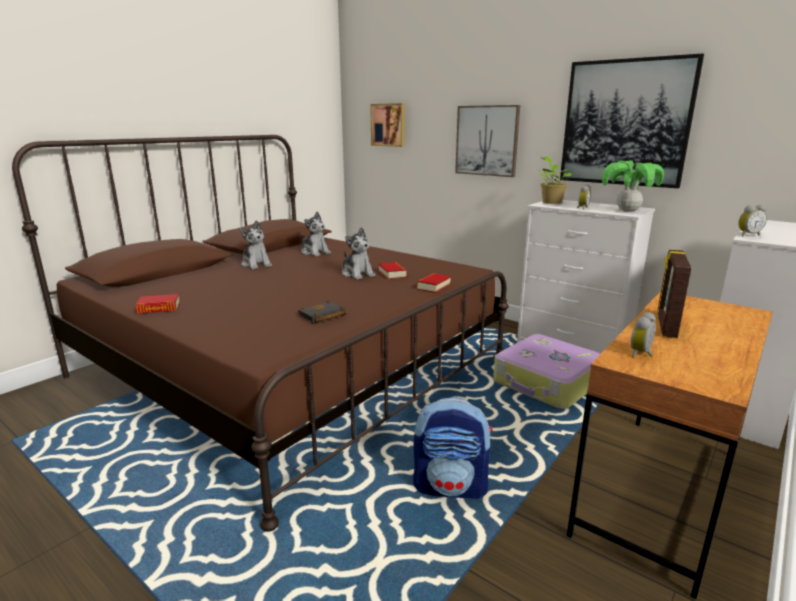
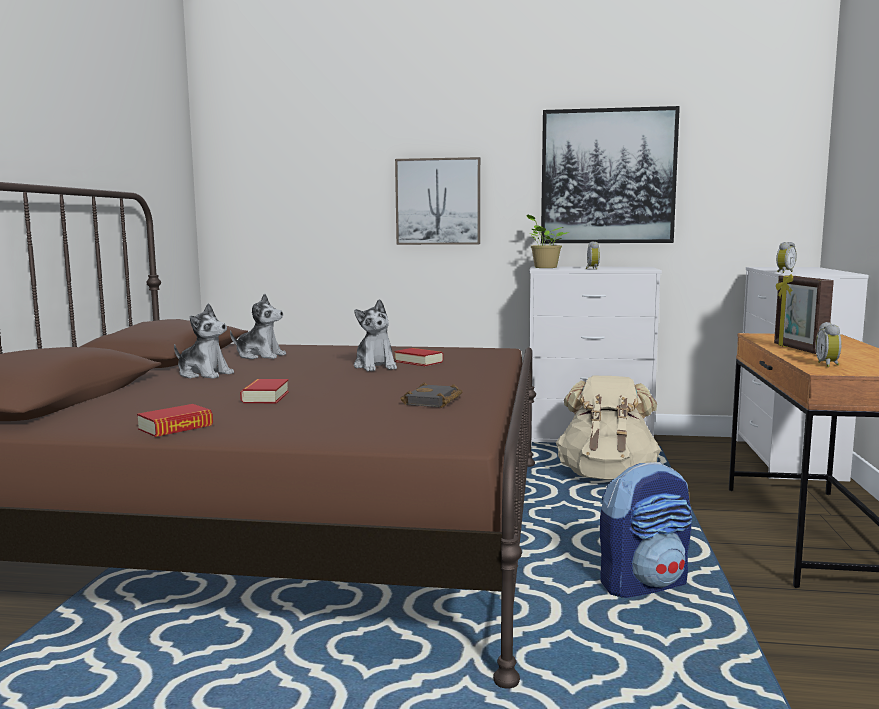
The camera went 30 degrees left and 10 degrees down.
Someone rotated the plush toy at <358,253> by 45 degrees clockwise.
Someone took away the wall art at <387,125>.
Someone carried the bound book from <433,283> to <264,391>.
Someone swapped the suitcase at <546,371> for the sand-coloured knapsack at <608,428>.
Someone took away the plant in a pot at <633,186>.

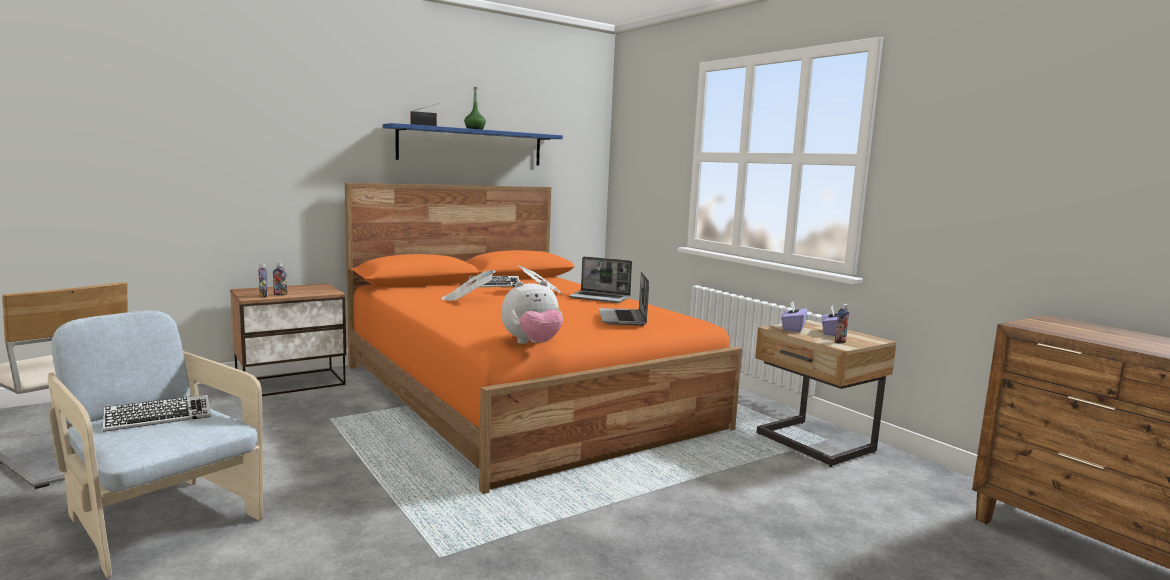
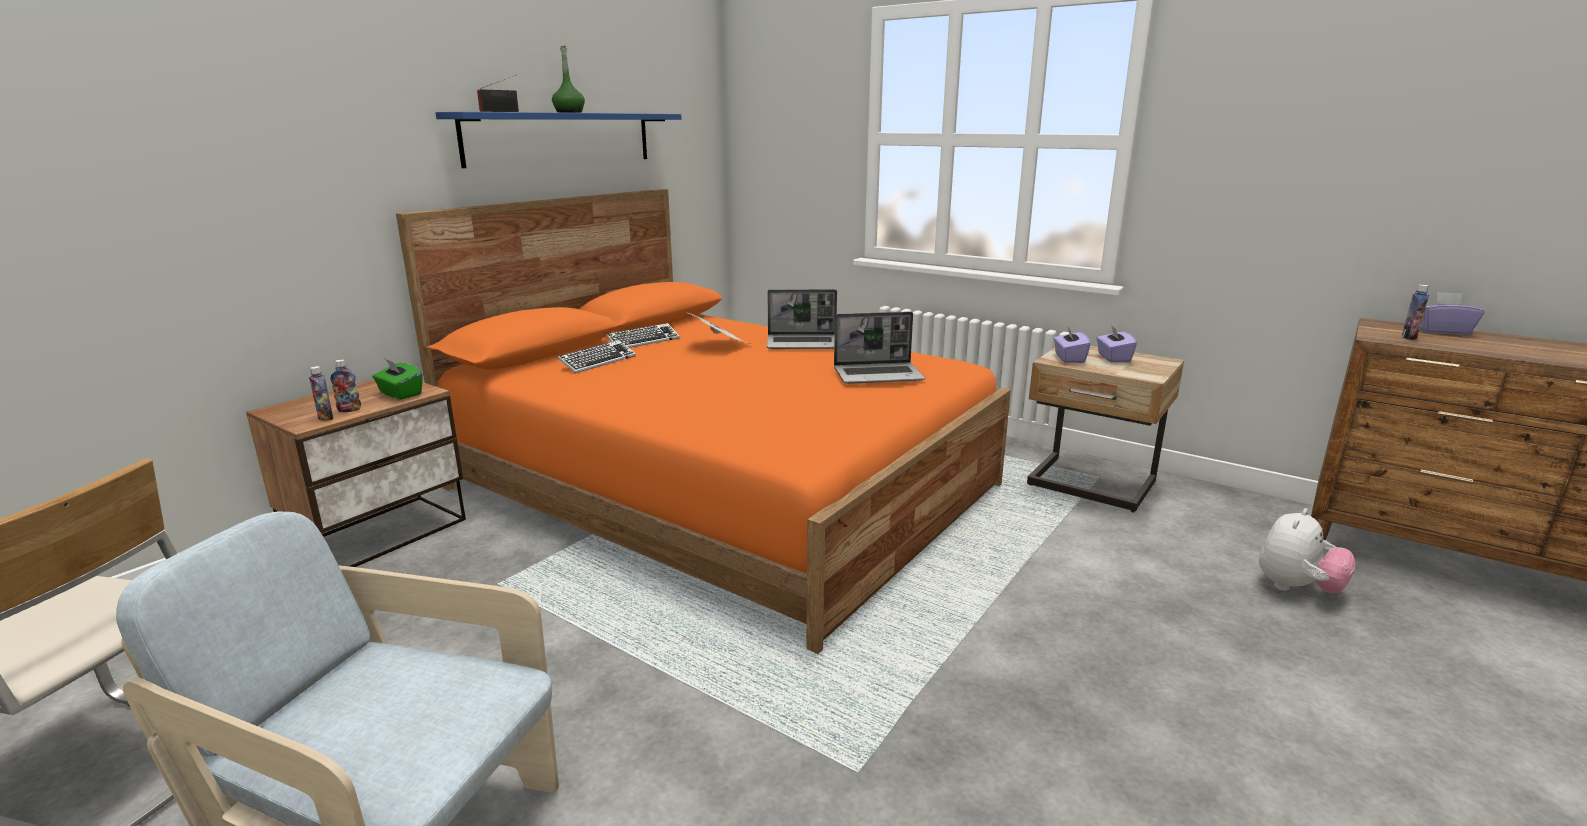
The camera went 20 degrees left and 10 degrees up.
Someone carried the computer keyboard from <157,413> to <597,357>.
Someone took away the newspaper at <468,285>.
Someone carried the plush toy from <532,312> to <1307,551>.
Someone rotated the notebook computer at <624,298> by 75 degrees counterclockwise.
Someone carried the beverage bottle from <842,323> to <1415,312>.
Someone put down the green-coloured box of tissues at <397,379>.
Someone put down the purple box of tissues at <1452,313>.

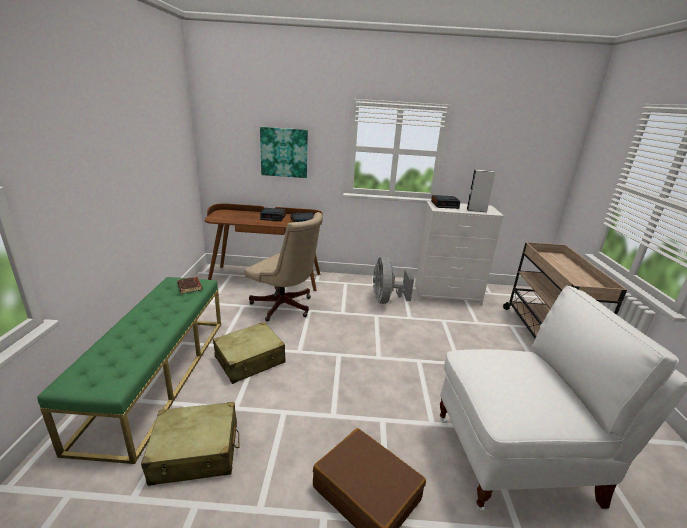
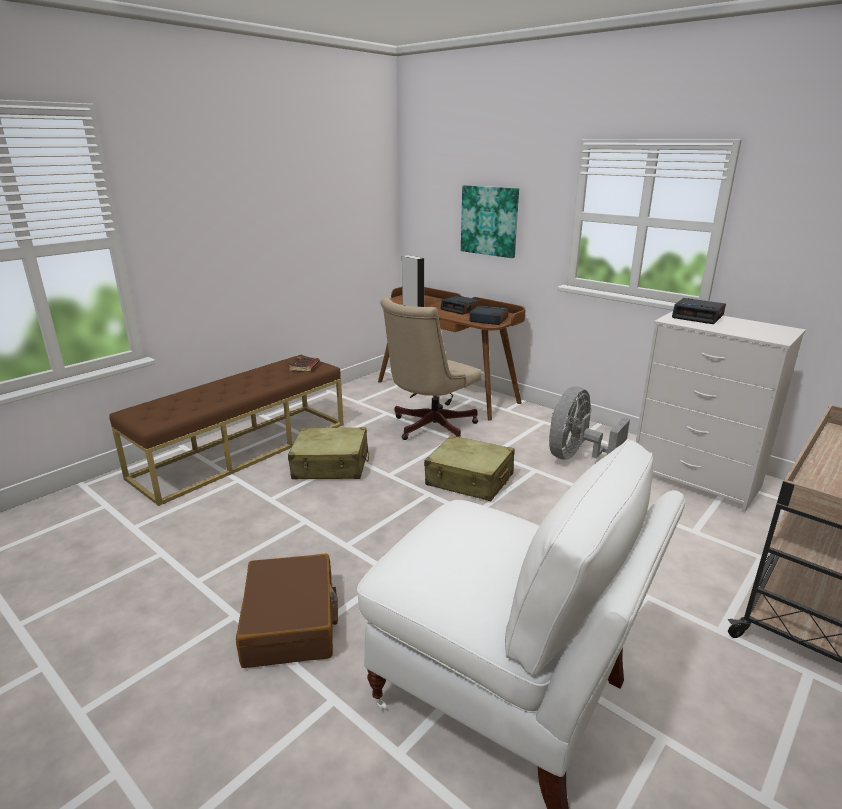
The camera went 40 degrees right and 0 degrees up.
Someone repainted the green-coloured long seat at <129,370>, which became the brownish long seat at <226,430>.
Someone carried the sand-coloured suitcase from <190,444> to <469,468>.
Someone rotated the sand-coloured office chair at <283,267> by 60 degrees clockwise.
Someone carried the gray audio speaker from <481,190> to <413,281>.

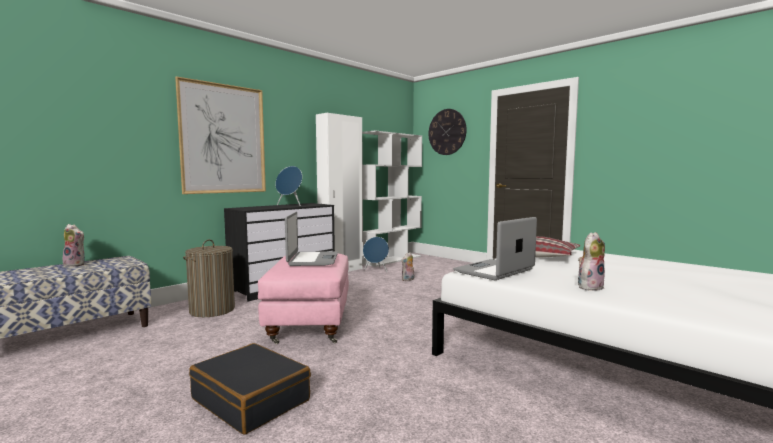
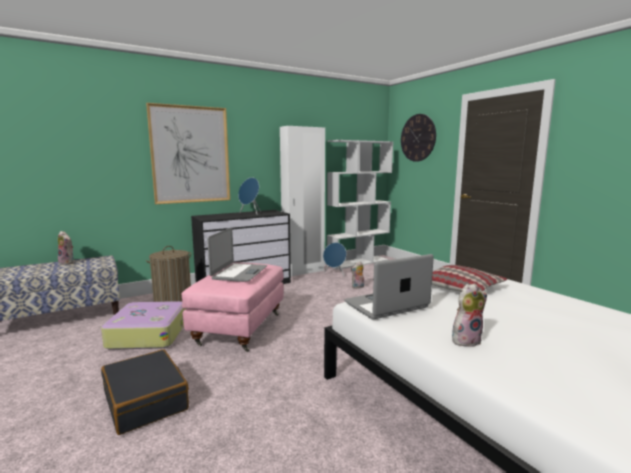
The camera went 15 degrees right and 5 degrees up.
Someone put down the suitcase at <143,325>.

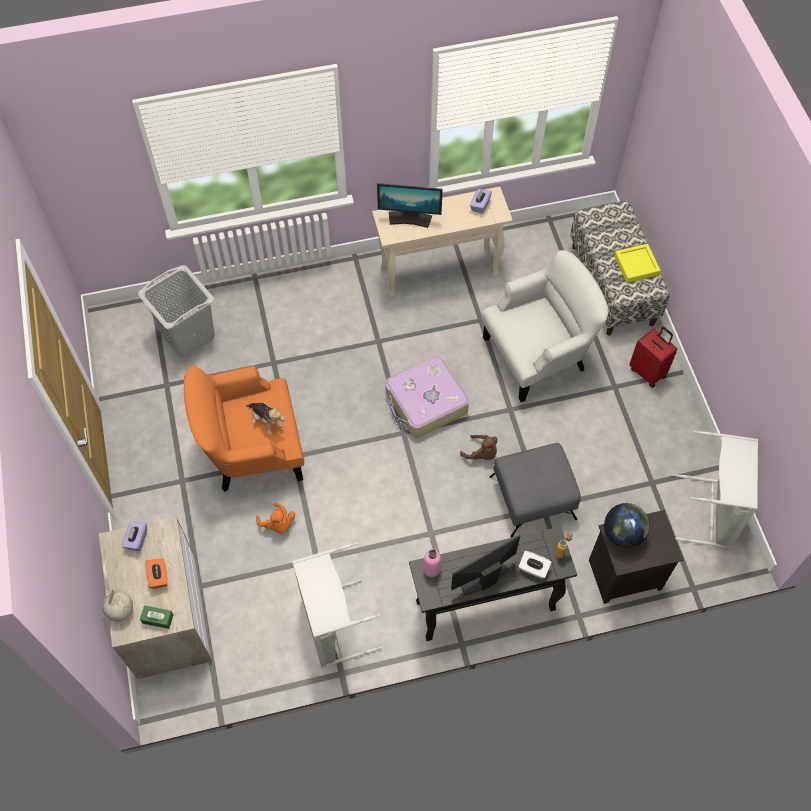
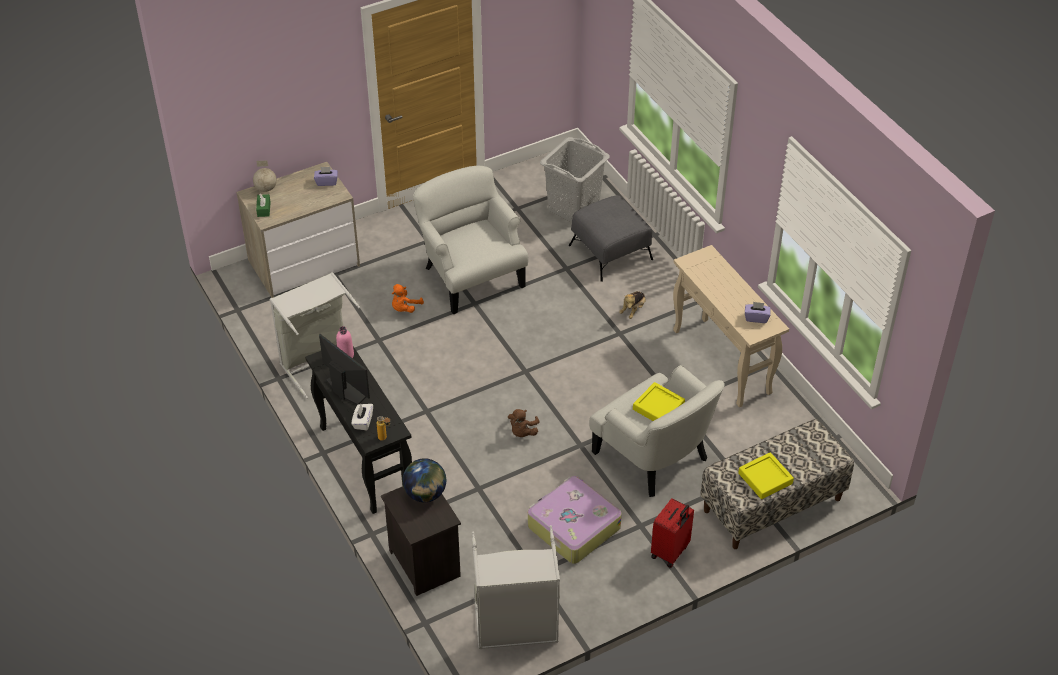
The camera went 75 degrees right and 15 degrees down.
Someone took away the orangey box of tissues at <157,573>.
Someone repainted the orangey lounge chair at <244,428>, which became the white-coloured lounge chair at <470,240>.
Someone carried the plush toy from <265,419> to <632,305>.
Someone took away the computer screen at <410,205>.
Someone carried the suitcase from <427,397> to <575,520>.
Someone carried the gray pouffe from <535,490> to <611,238>.
Someone put down the yellowish tray at <659,401>.

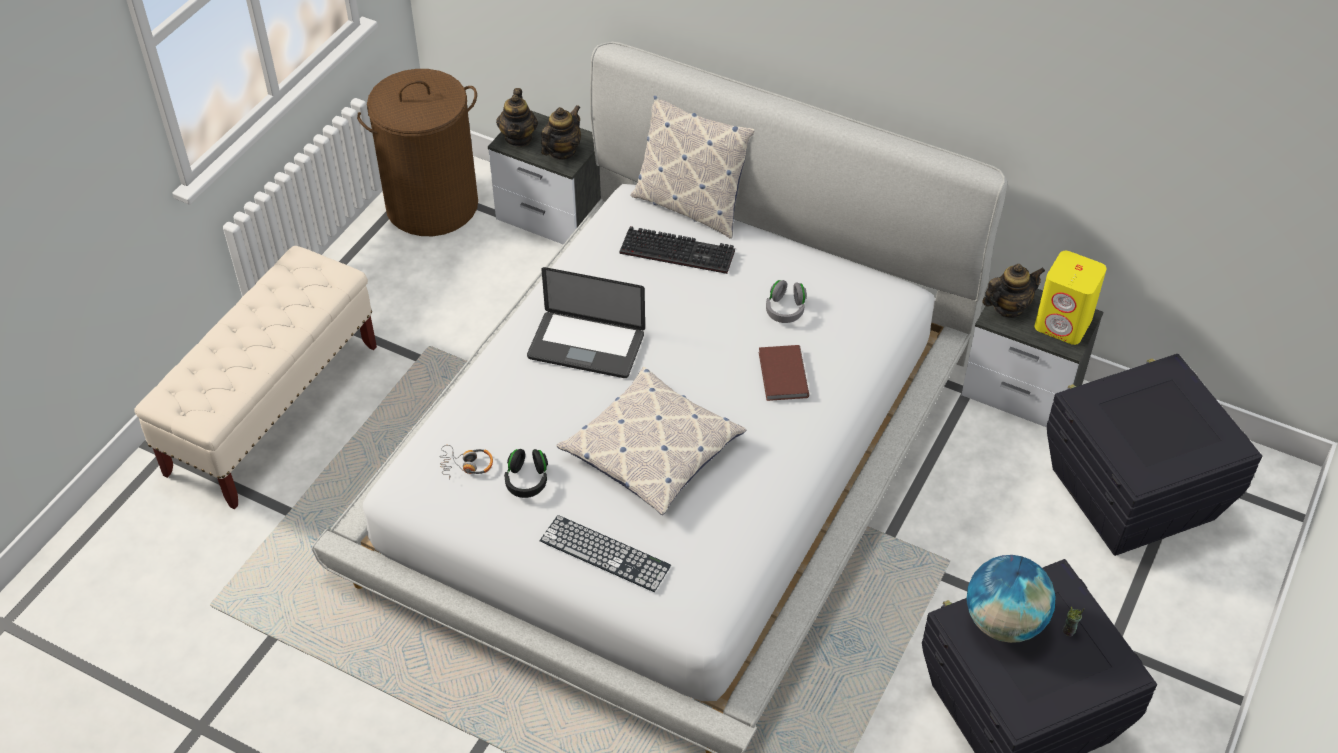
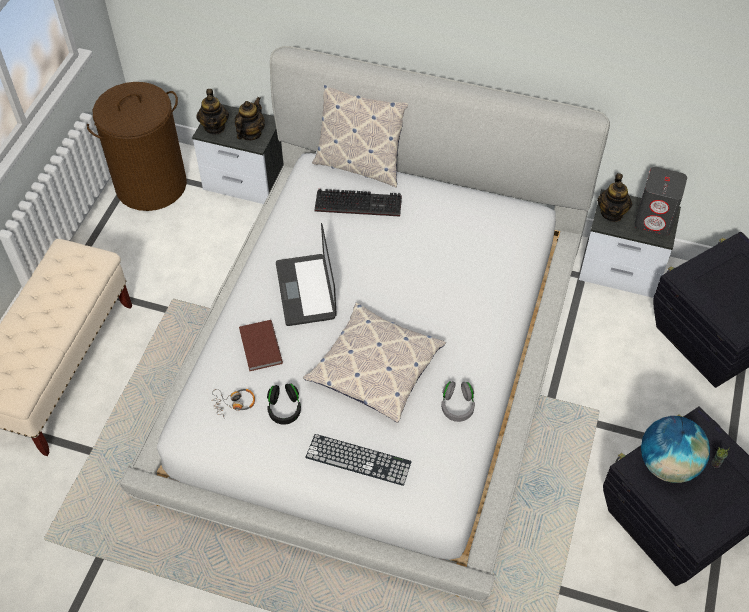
The camera went 10 degrees left and 5 degrees up.
Someone rotated the notebook computer at <586,322> by 75 degrees clockwise.
Someone carried the brownish bound book from <783,373> to <261,345>.
Someone carried the gray headset from <786,301> to <458,401>.
Someone rotated the pot for tea at <1013,291> by 135 degrees clockwise.
Someone repainted the yellowish audio speaker at <1070,298>, which became the gray audio speaker at <660,201>.

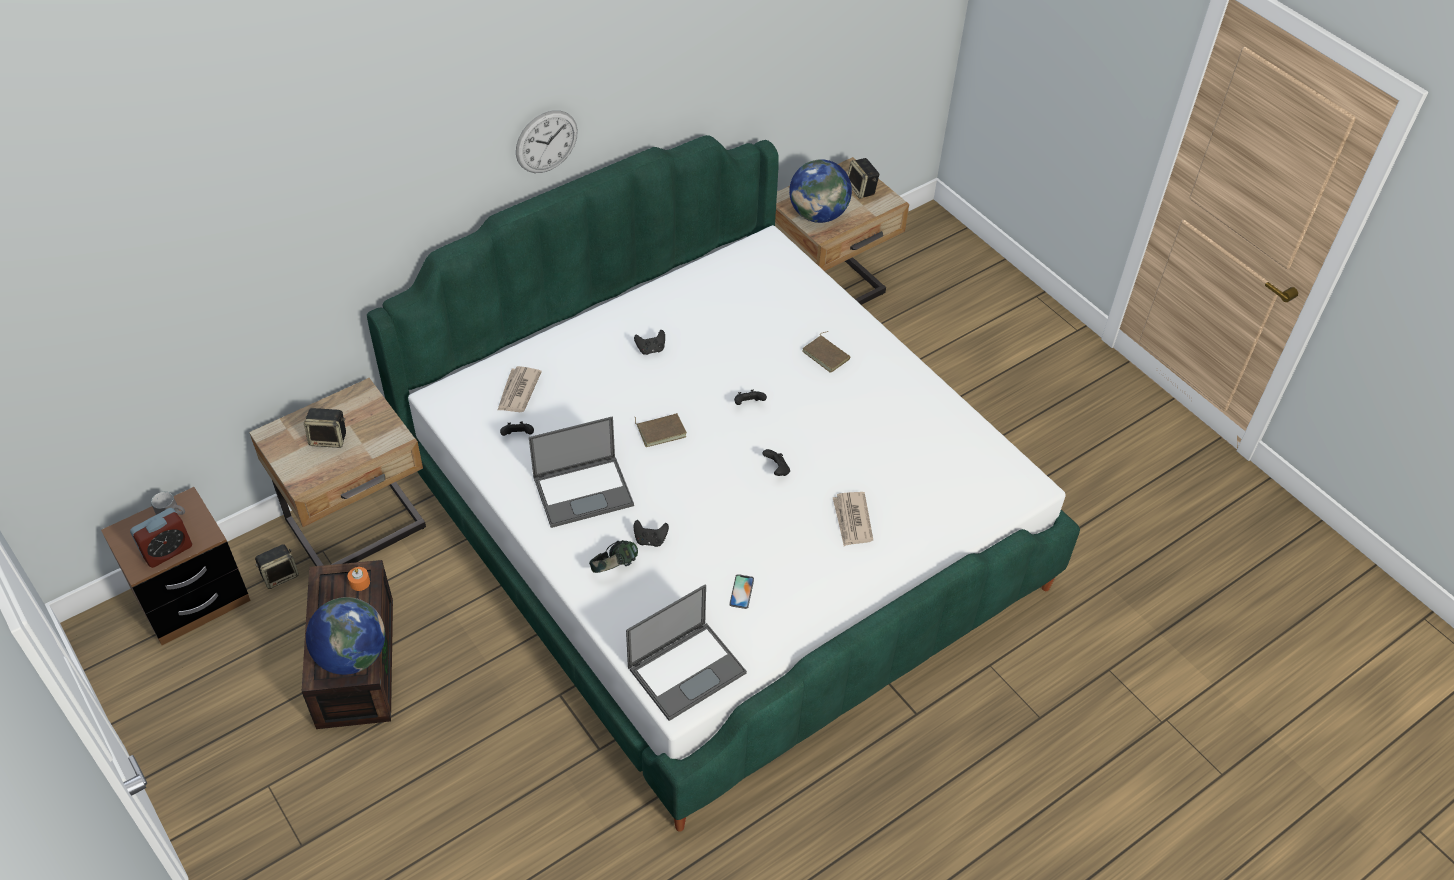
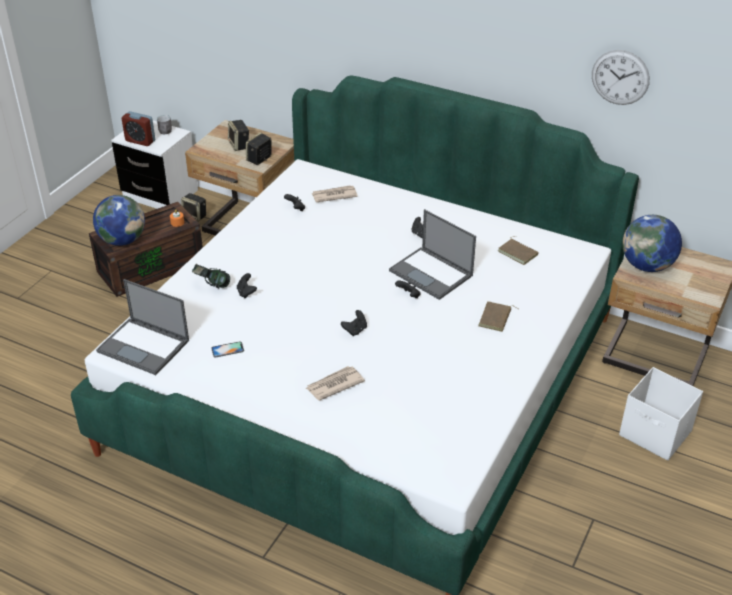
The camera went 65 degrees right and 10 degrees down.
Someone repainted the brownish night table at <176,566>, which became the white-coloured night table at <154,165>.
Someone carried the hanging clock from <547,141> to <621,77>.
Someone carried the notebook computer from <581,472> to <432,254>.
Someone carried the brownish bound book from <661,430> to <518,250>.
Someone carried the audio speaker from <863,178> to <259,148>.
Someone put down the white-coloured storage box at <661,414>.

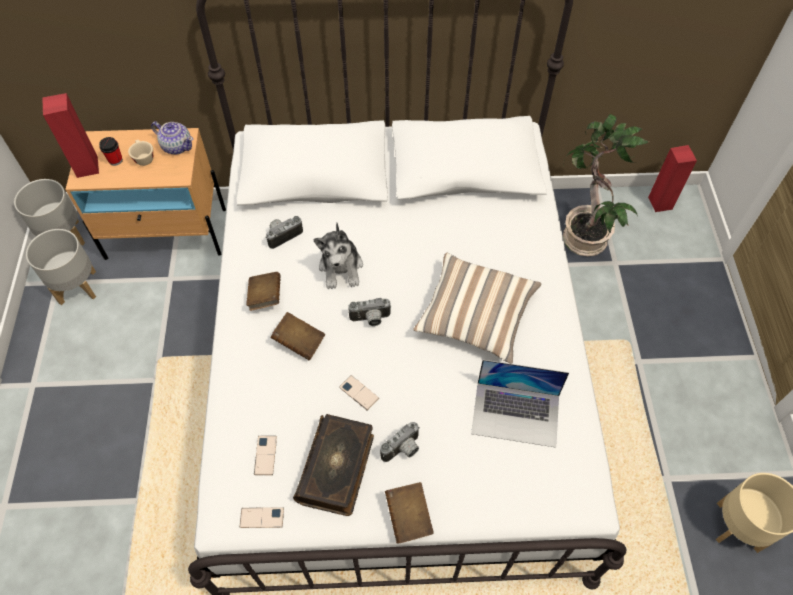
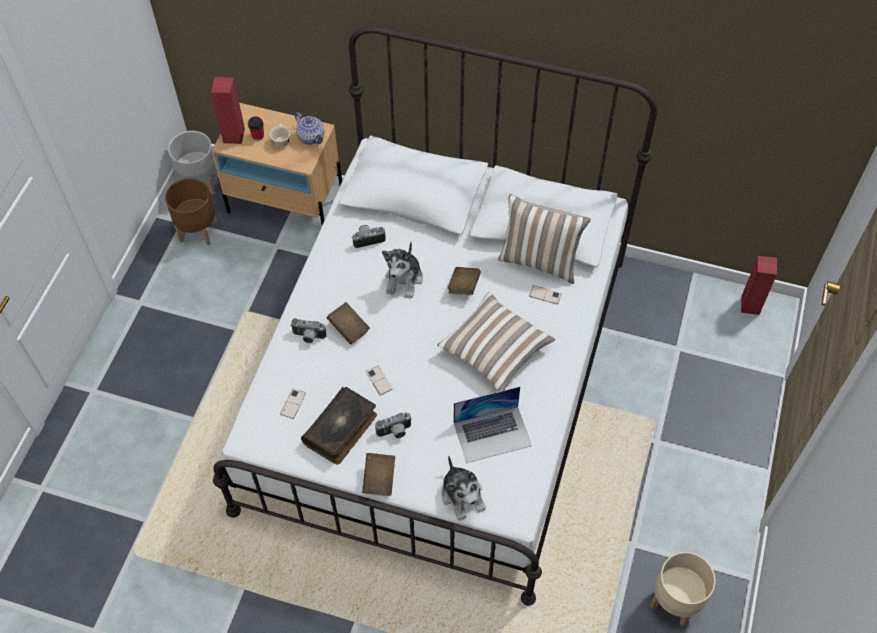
The camera went 20 degrees right and 0 degrees up.
Someone repainted the gray flower pot at <61,267>, which became the brownish flower pot at <191,212>.
Someone carried the phone from <262,517> to <545,294>.
Someone carried the brownish bound book from <263,291> to <464,281>.
Someone carried the still camera from <369,312> to <309,330>.
Someone rotated the notebook computer at <520,404> by 45 degrees counterclockwise.
Someone took away the plant in a pot at <606,185>.
Someone put down the plush toy at <463,488>.
Someone put down the throw pillow at <544,239>.

